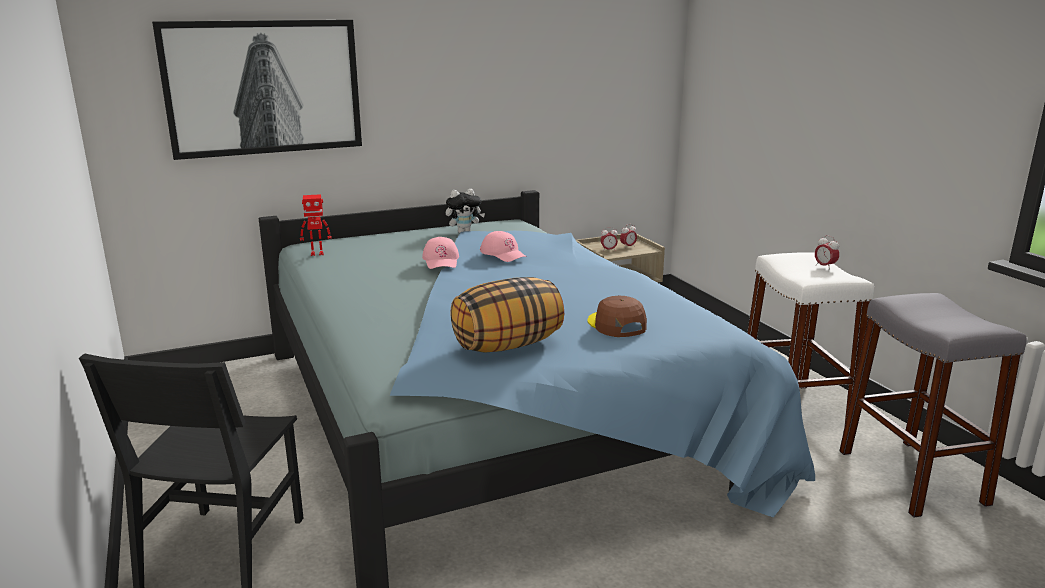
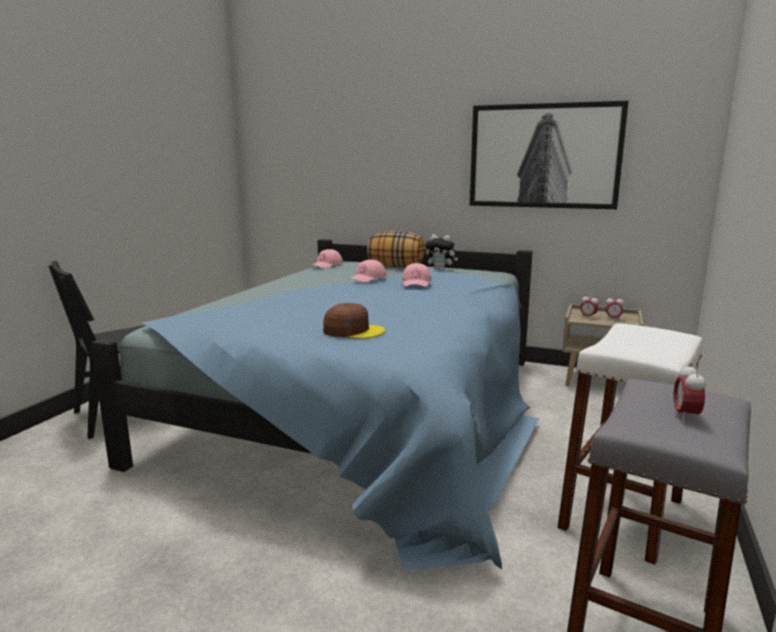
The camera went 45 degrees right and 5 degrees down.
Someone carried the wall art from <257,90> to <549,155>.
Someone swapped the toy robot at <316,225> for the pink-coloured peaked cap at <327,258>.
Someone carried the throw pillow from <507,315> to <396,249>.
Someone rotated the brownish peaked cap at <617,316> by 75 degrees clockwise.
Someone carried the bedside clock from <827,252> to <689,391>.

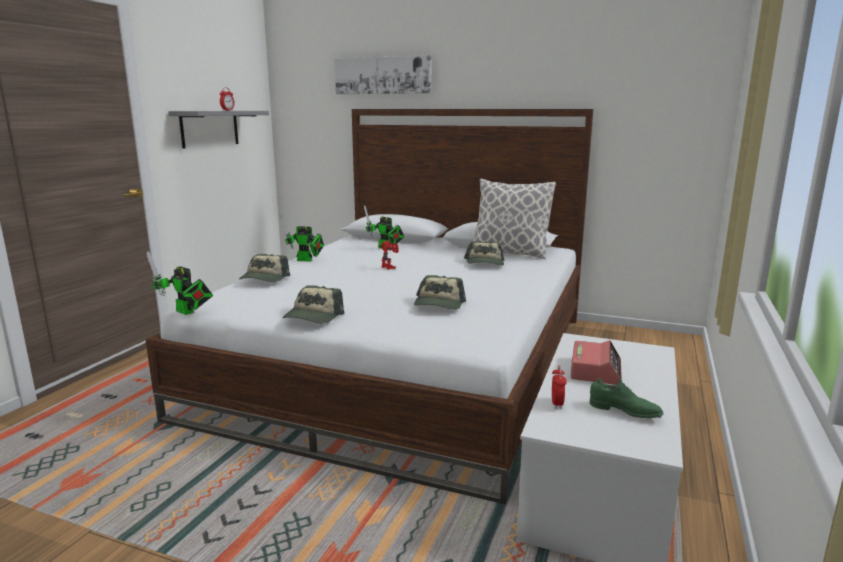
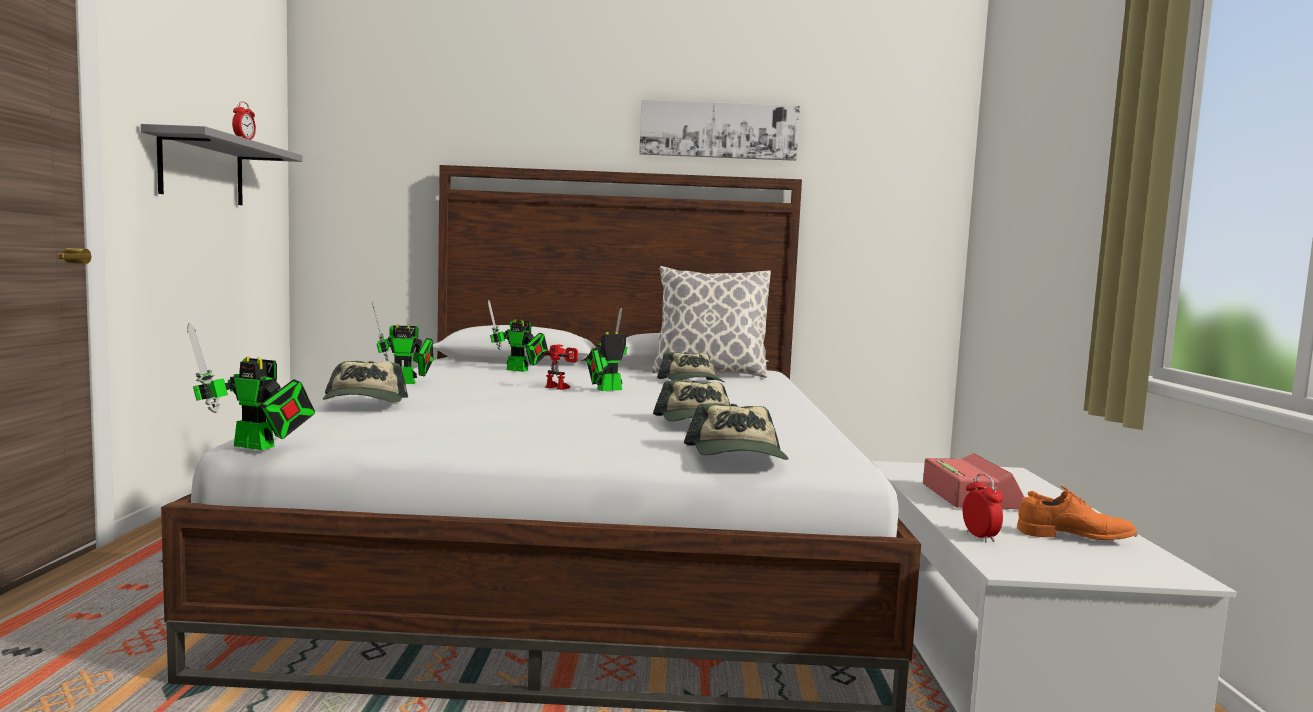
The camera went 20 degrees left and 10 degrees down.
Someone carried the peaked cap from <313,304> to <736,431>.
Someone carried the wall art from <383,74> to <719,130>.
Someone repainted the green-coloured item of footwear at <627,398>, which became the orangey item of footwear at <1077,513>.
Someone put down the toy robot at <607,349>.

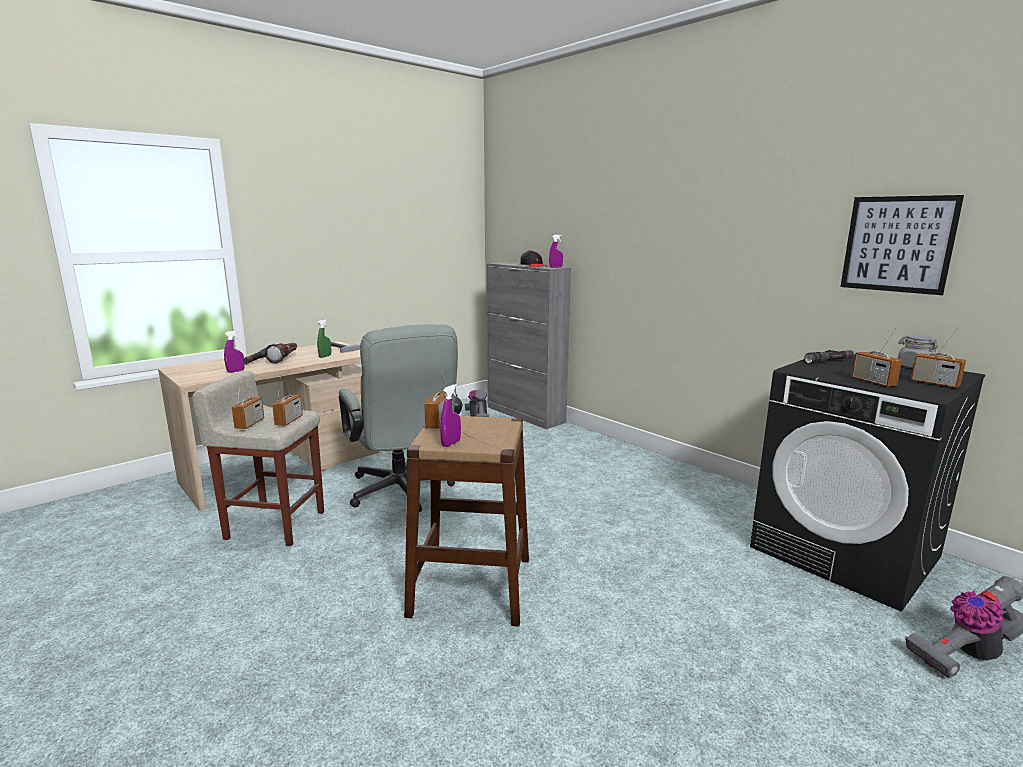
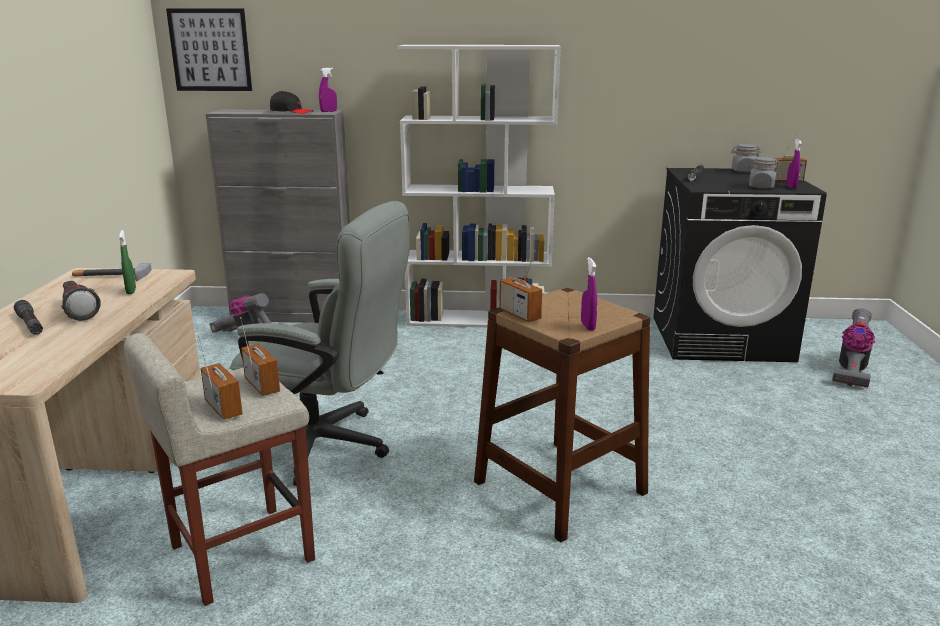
The camera went 45 degrees left and 5 degrees up.
Someone carried the purple hand sprayer from <234,351> to <794,164>.
Someone carried the wall art from <902,245> to <209,49>.
Someone swapped the radio set at <876,357> for the gray preserve jar at <763,173>.
Someone put down the white-coloured bookcase at <479,186>.

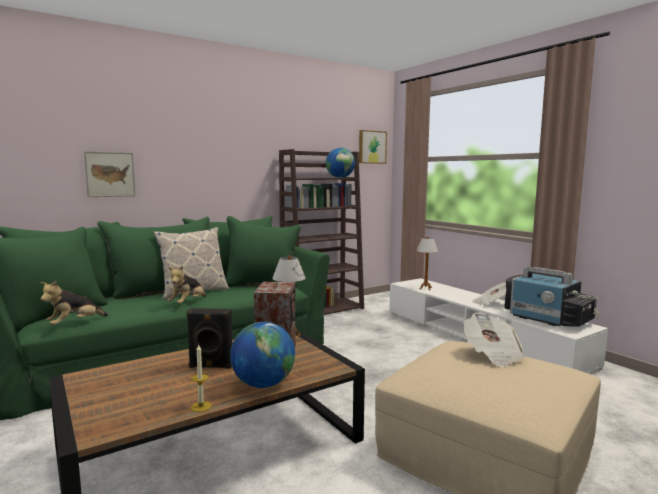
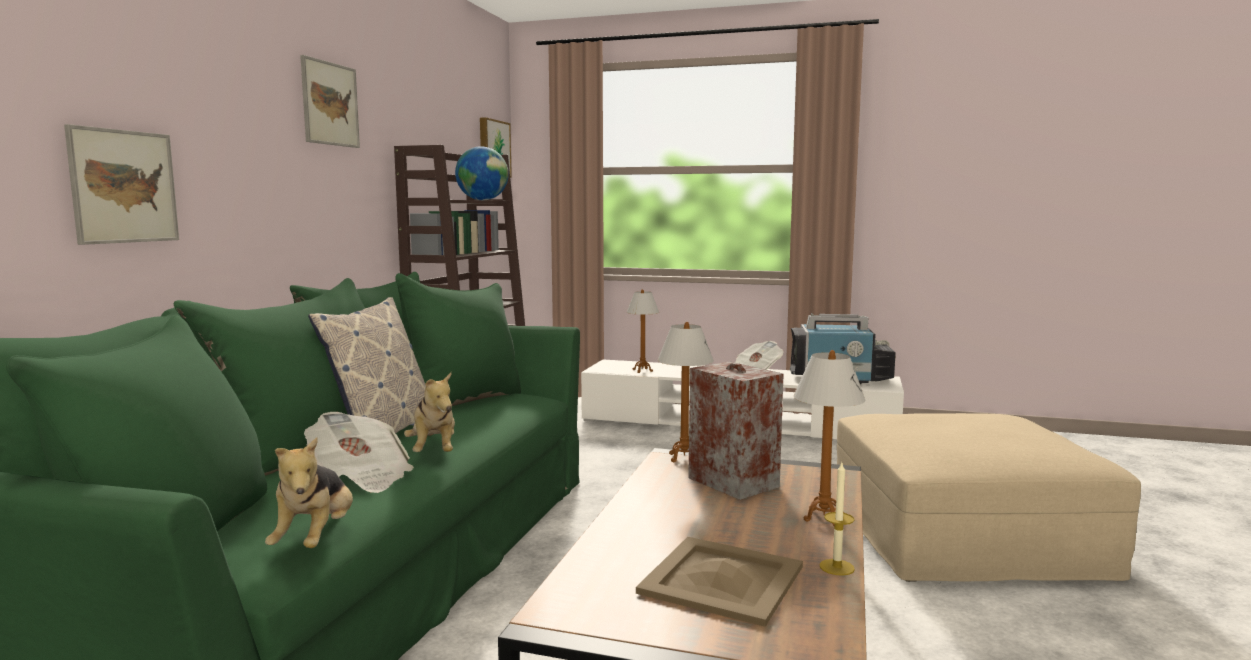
The camera went 40 degrees left and 0 degrees up.
Someone took away the black-coloured audio speaker at <209,338>.
Someone swapped the world globe at <262,355> for the table lamp at <830,438>.
Someone carried the newspaper from <494,340> to <359,452>.
Someone put up the wall art at <330,101>.
Someone put down the sand-coloured tray at <719,582>.

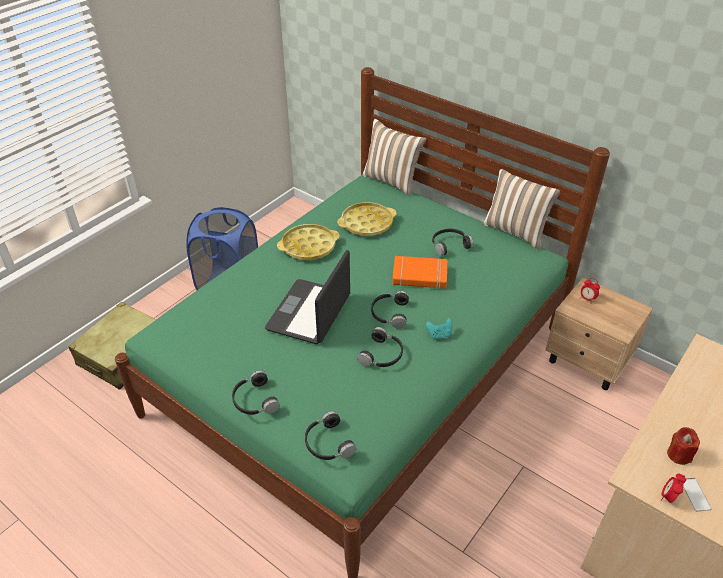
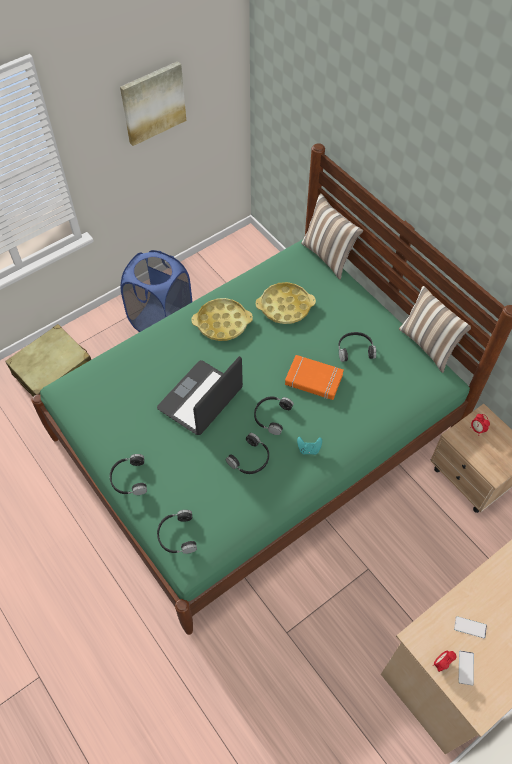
The camera went 15 degrees right and 15 degrees up.
Someone swapped the reddish candle at <683,446> for the phone at <470,627>.
Someone put up the wall art at <153,103>.

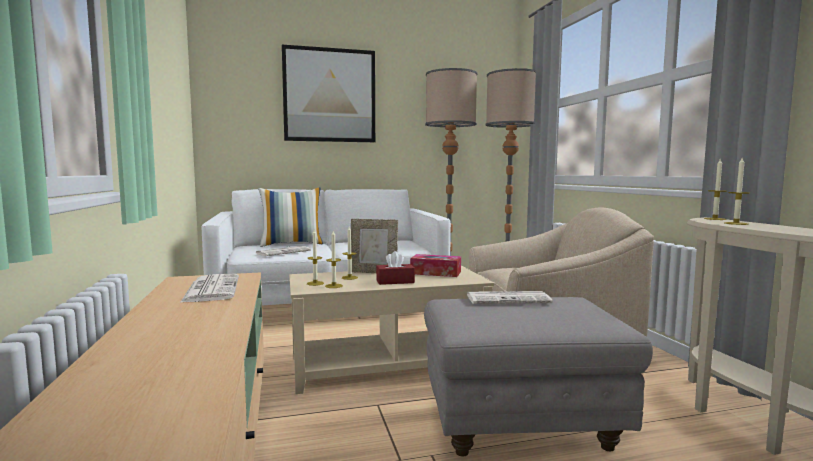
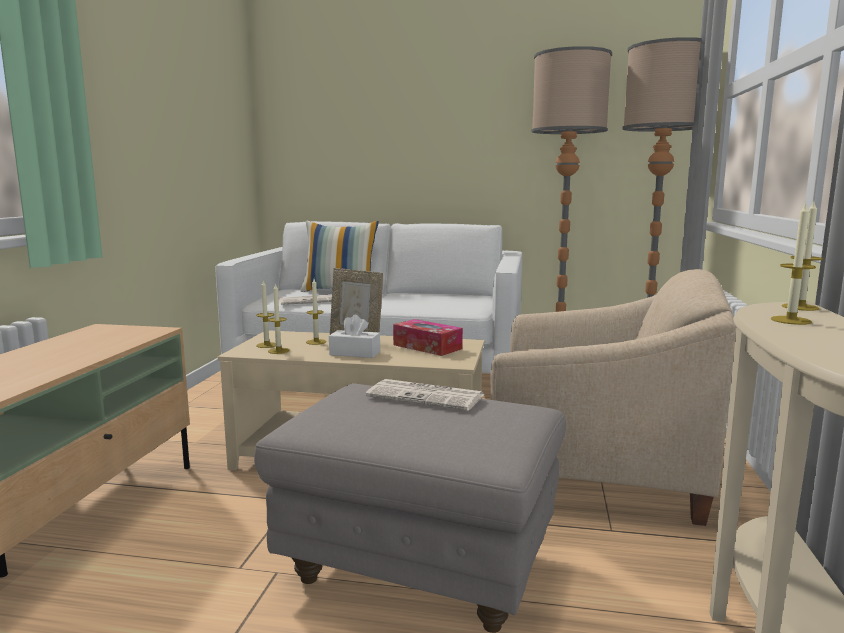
The camera went 25 degrees right and 5 degrees up.
Someone took away the newspaper at <209,288>.
Someone took away the wall art at <328,93>.
Someone repainted the reddish box of tissues at <395,268>, which became the white-coloured box of tissues at <354,336>.

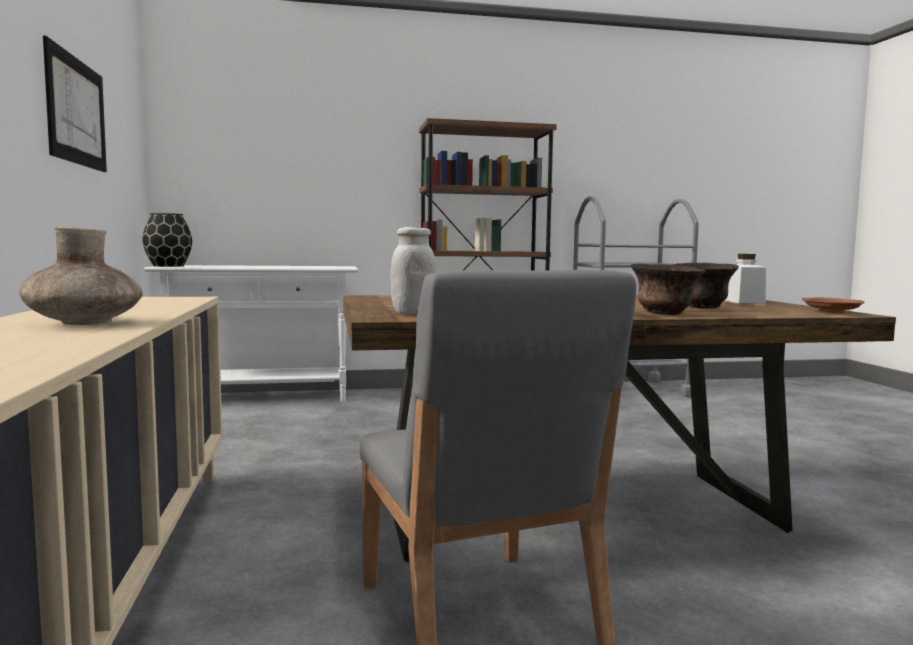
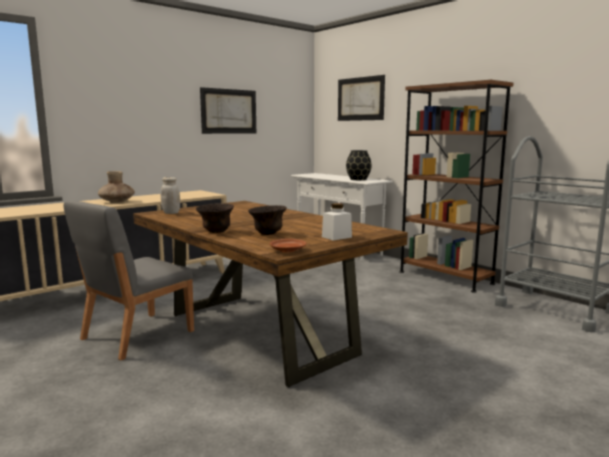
The camera went 60 degrees right and 5 degrees up.
Someone carried the black-coloured flower vase from <167,240> to <359,165>.
Someone put up the wall art at <361,98>.

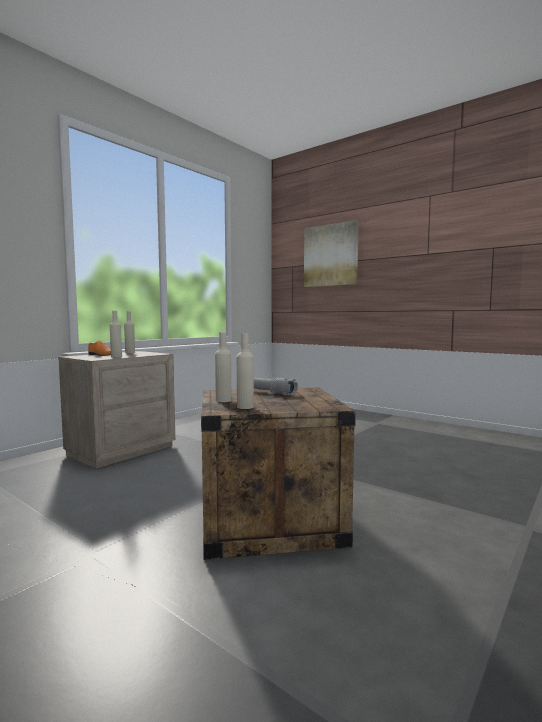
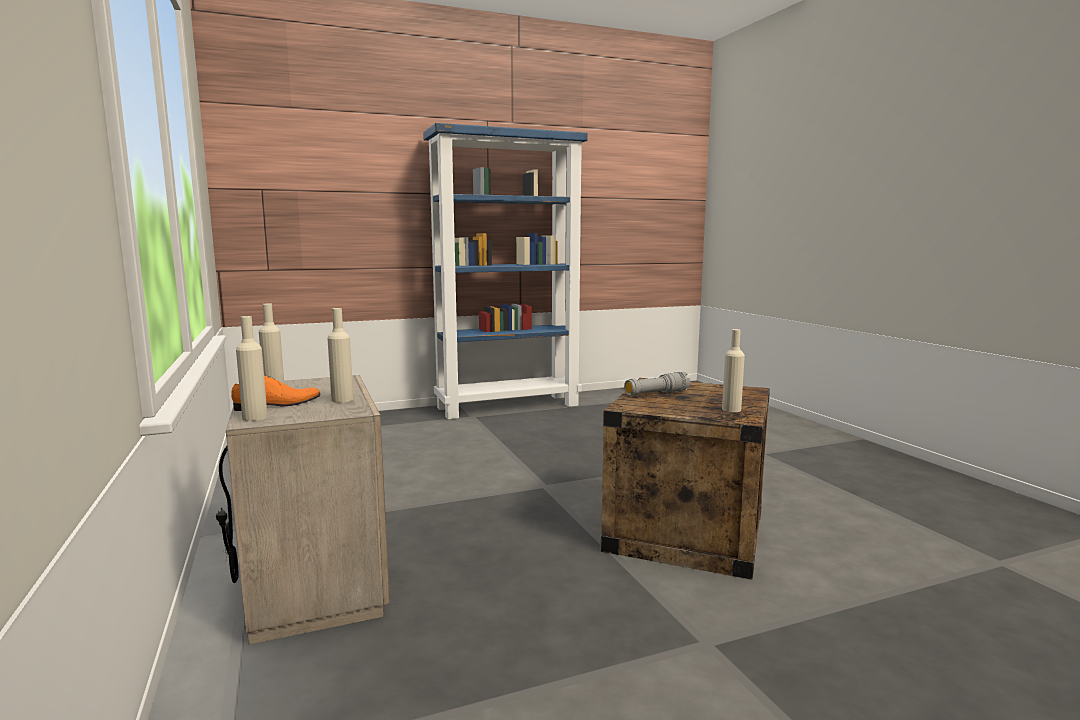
The camera went 60 degrees left and 5 degrees up.
Someone carried the sand-coloured beverage bottle from <223,367> to <252,368>.
Someone took away the wall art at <331,253>.
Someone put down the blue bookcase at <505,271>.

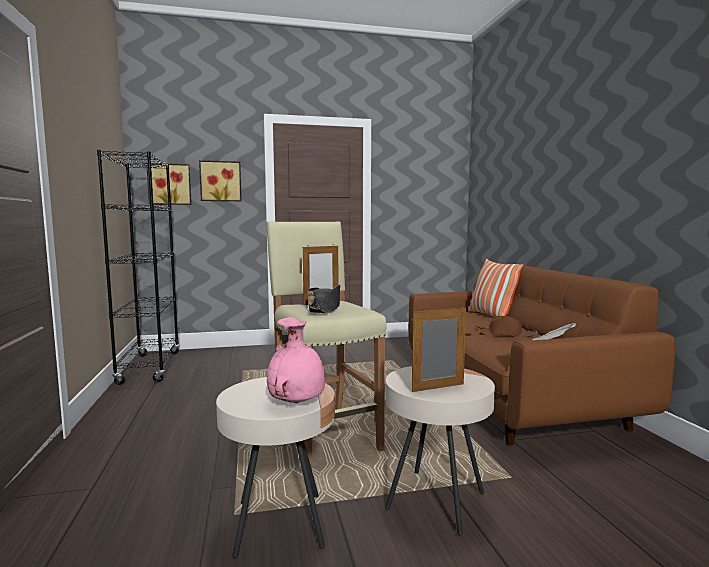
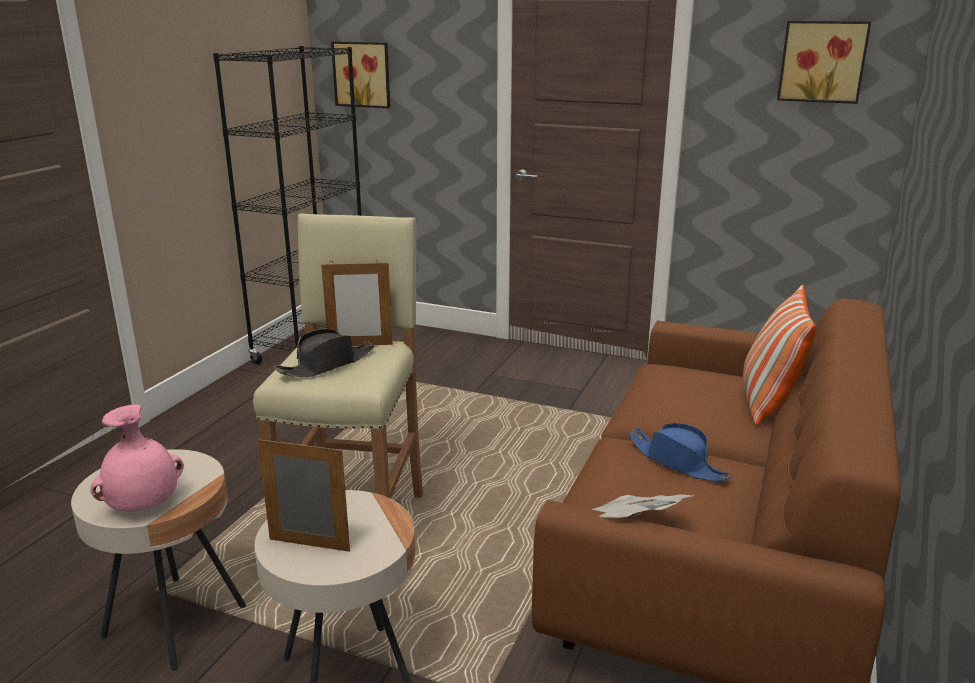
The camera went 35 degrees right and 15 degrees up.
Someone carried the wall art from <220,180> to <824,62>.
Someone repainted the brownish hat at <506,326>, which became the blue hat at <680,452>.

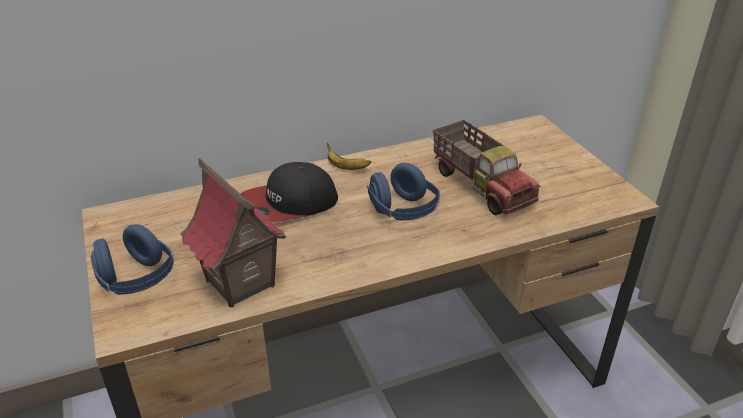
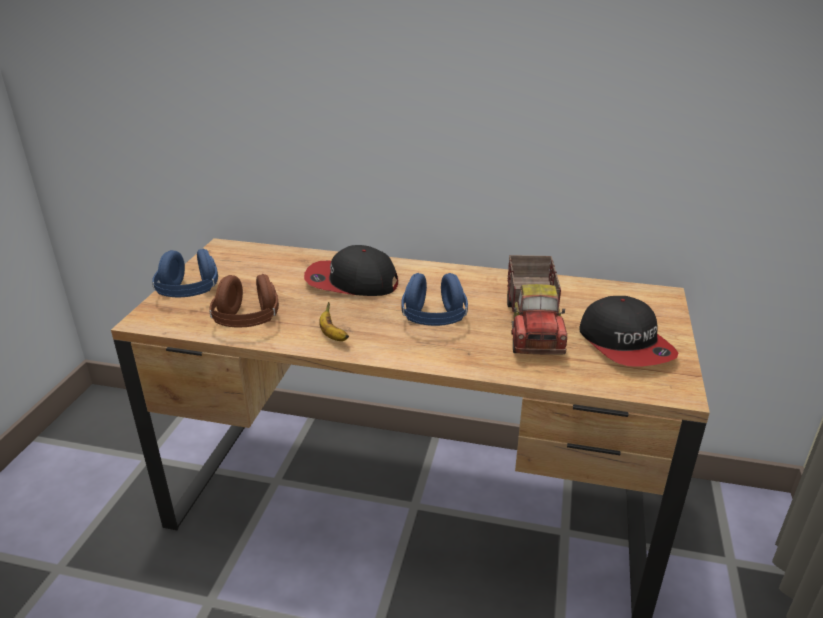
The camera went 35 degrees right and 5 degrees down.
Someone swapped the miniature house at <233,232> for the brownish headset at <244,301>.
Someone carried the whole banana from <349,156> to <334,321>.
Someone put down the peaked cap at <628,331>.

